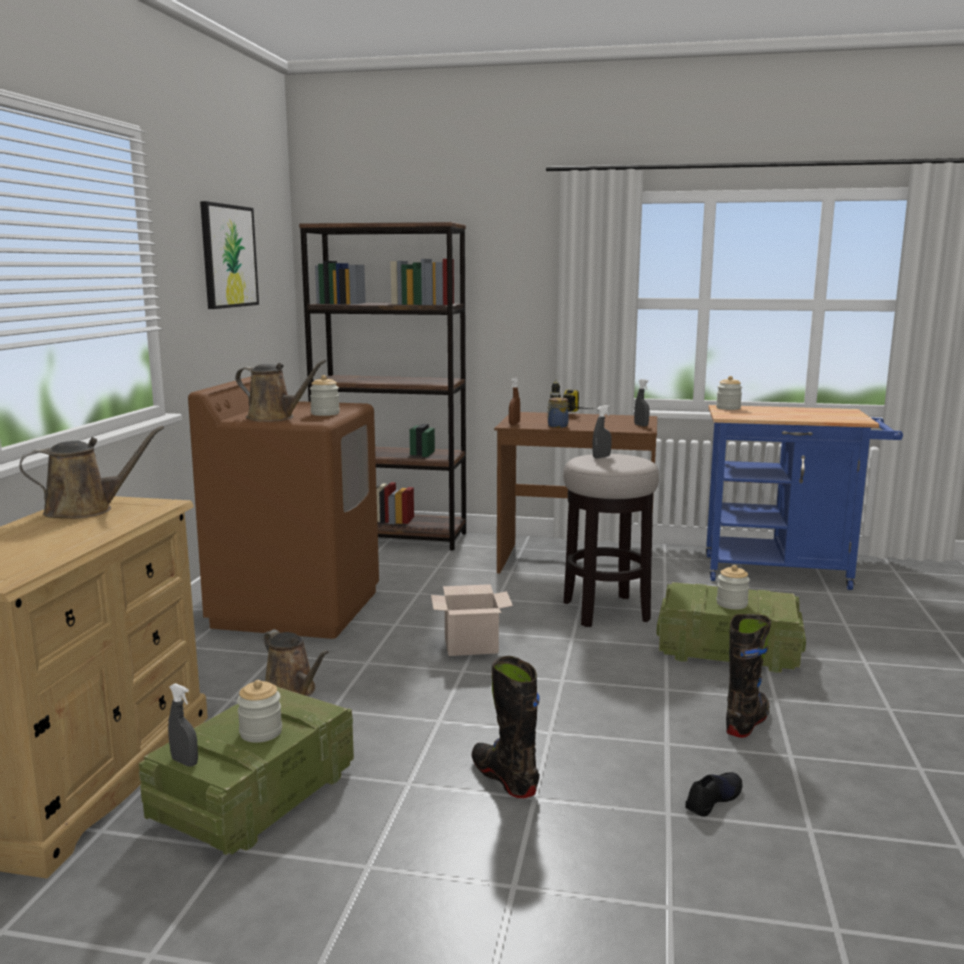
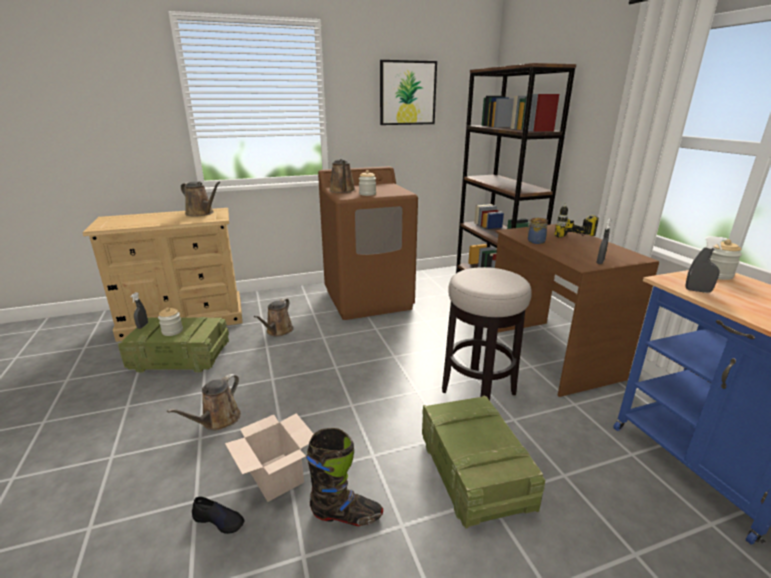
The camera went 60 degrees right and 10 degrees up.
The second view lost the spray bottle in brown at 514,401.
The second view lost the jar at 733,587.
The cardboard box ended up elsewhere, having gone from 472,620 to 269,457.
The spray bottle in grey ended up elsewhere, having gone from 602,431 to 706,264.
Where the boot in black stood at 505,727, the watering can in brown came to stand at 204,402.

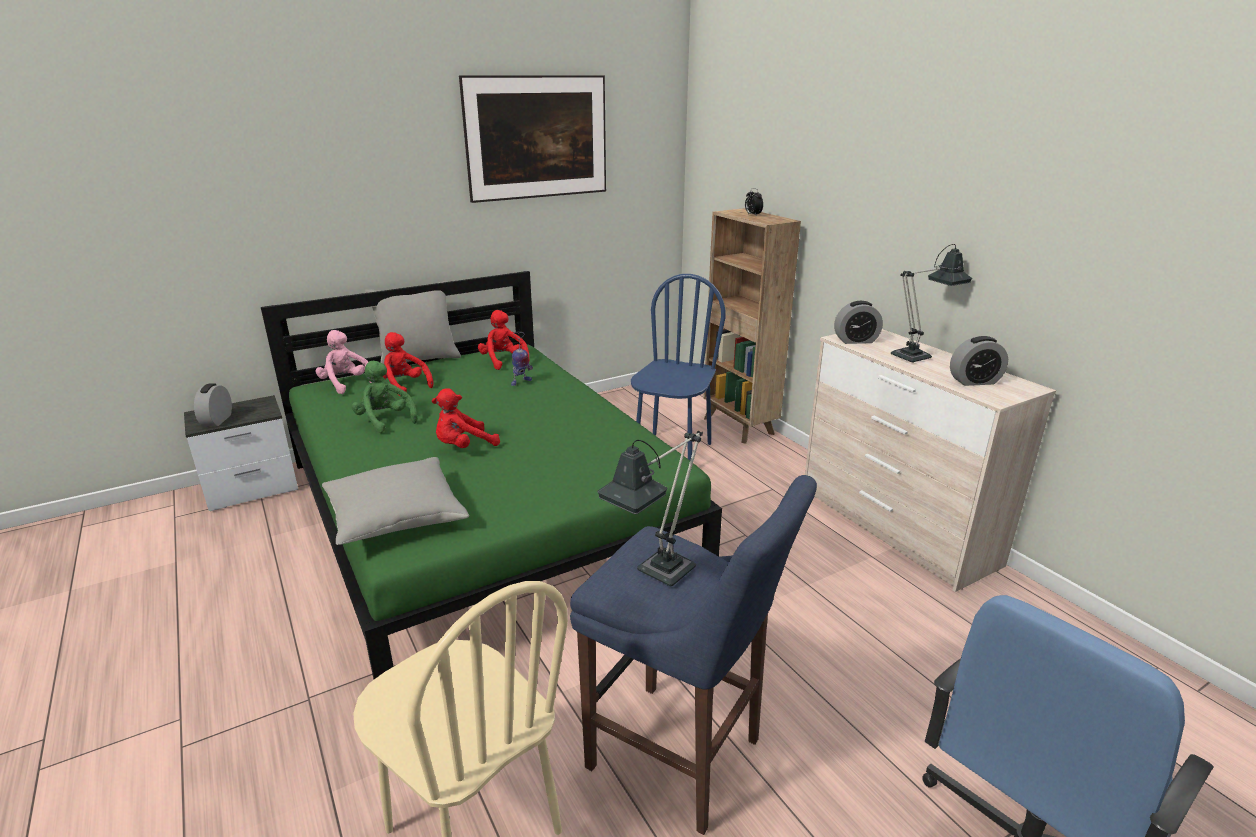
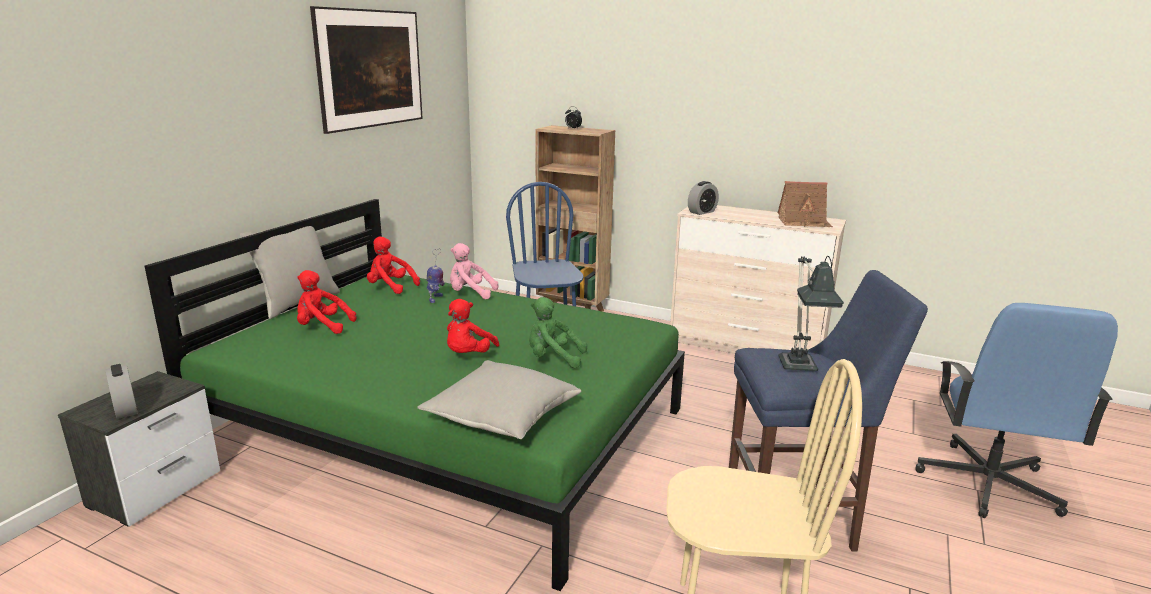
The camera went 35 degrees left and 5 degrees down.
The second view lost the table lamp at 931,303.
The plush toy in pink ended up elsewhere, having gone from 344,362 to 474,271.
The plush toy in green ended up elsewhere, having gone from 385,397 to 558,332.
Where the alarm clock stood at 979,361, the toy house came to stand at 805,204.

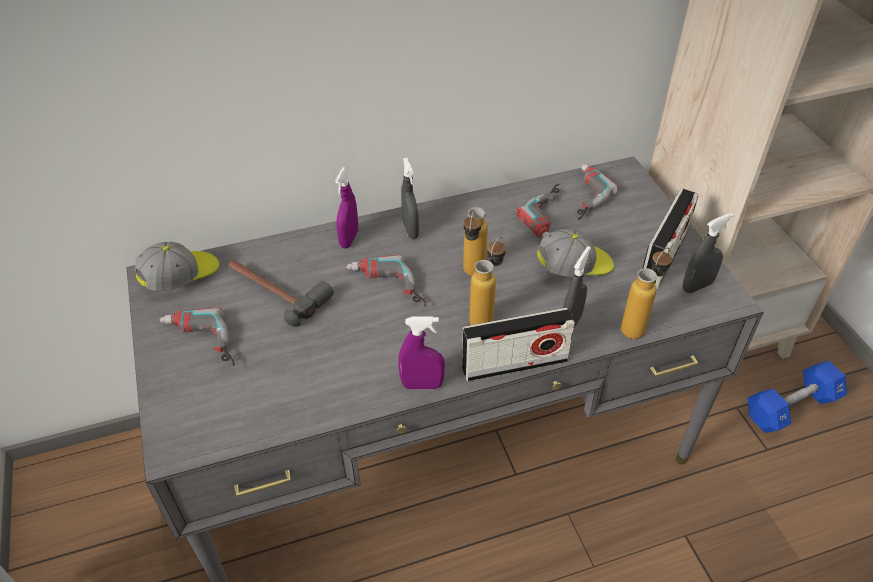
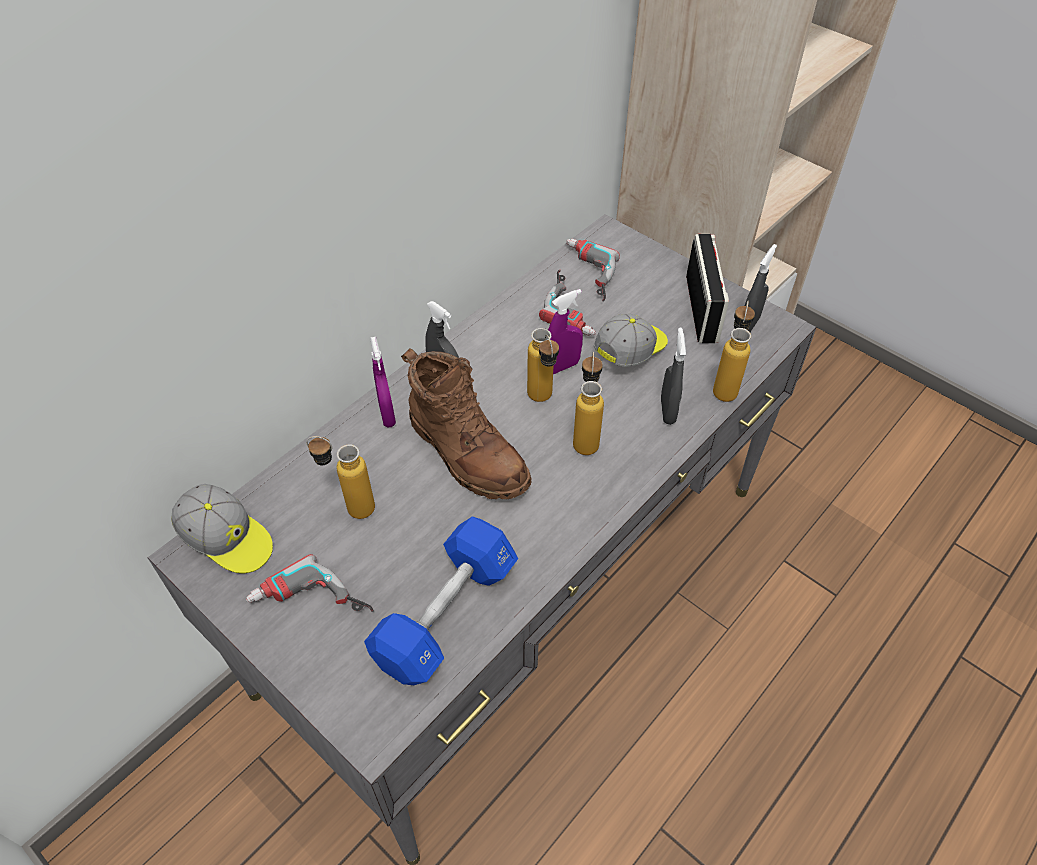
The camera went 30 degrees left and 5 degrees up.
The second view lost the radio at 518,344.
The spray bottle in purple ended up elsewhere, having gone from 422,352 to 565,331.
The dumbbell in blue ended up elsewhere, having gone from 797,397 to 441,601.
Where the hammer stood at 281,293, the bottle came to stand at 340,477.
Where the power drill stood at 386,281, the boot in brown came to stand at 466,423.
The cap at 177,266 ended up facing another way, 105 degrees clockwise from before.

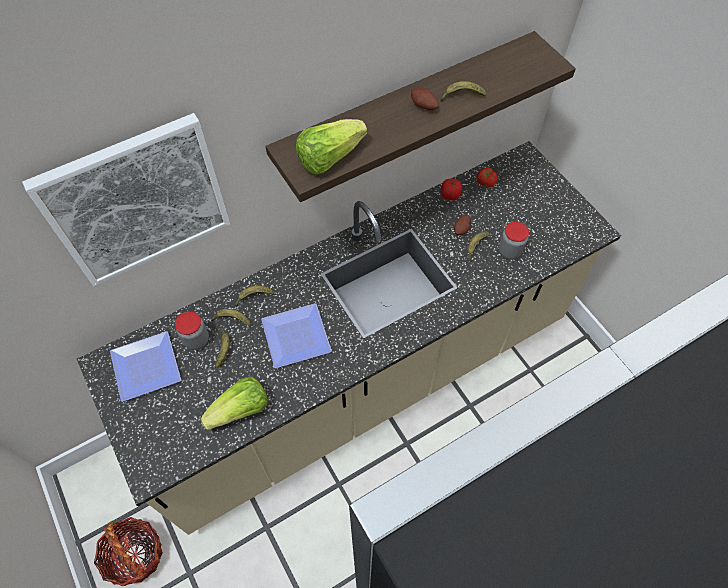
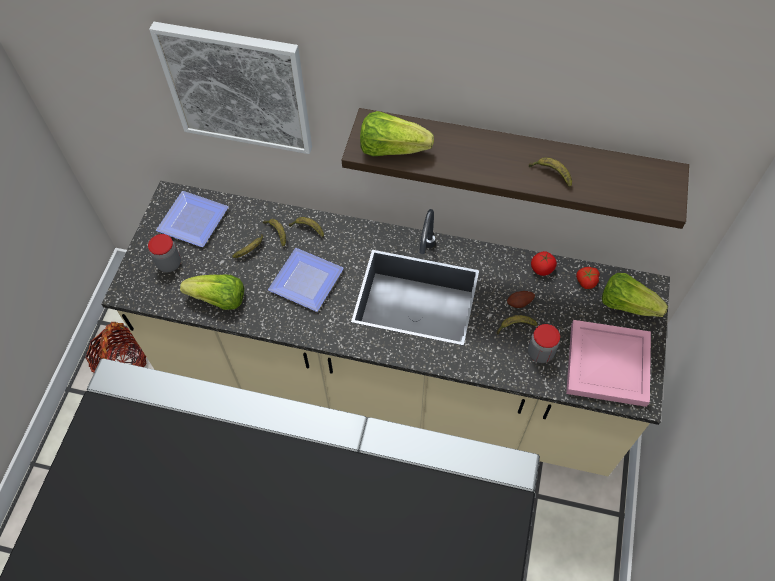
The camera went 45 degrees right and 0 degrees up.
The second view lost the potato at 425,99.
The second view gained the tray in pink at 608,363.
The second view gained the lettuce at 635,295.
The jar ended up elsewhere, having gone from 192,330 to 164,253.

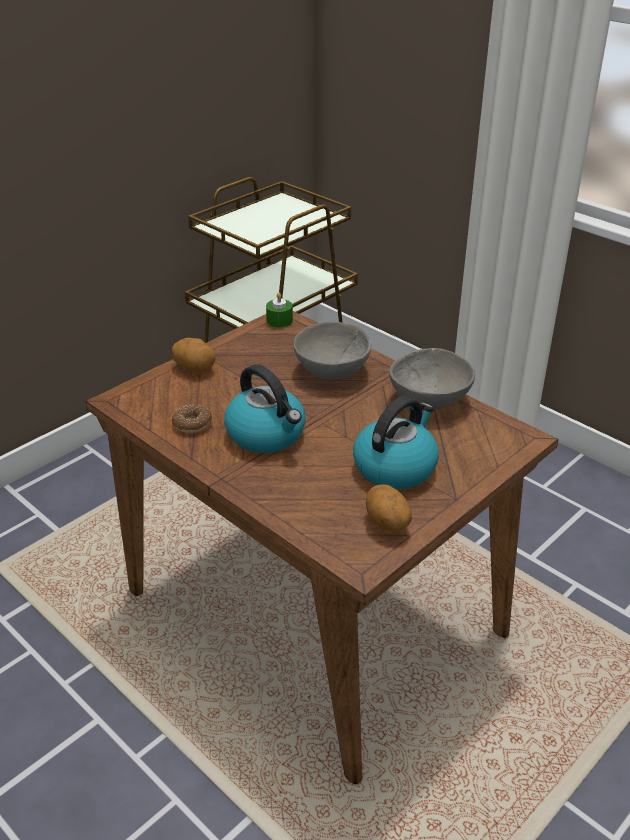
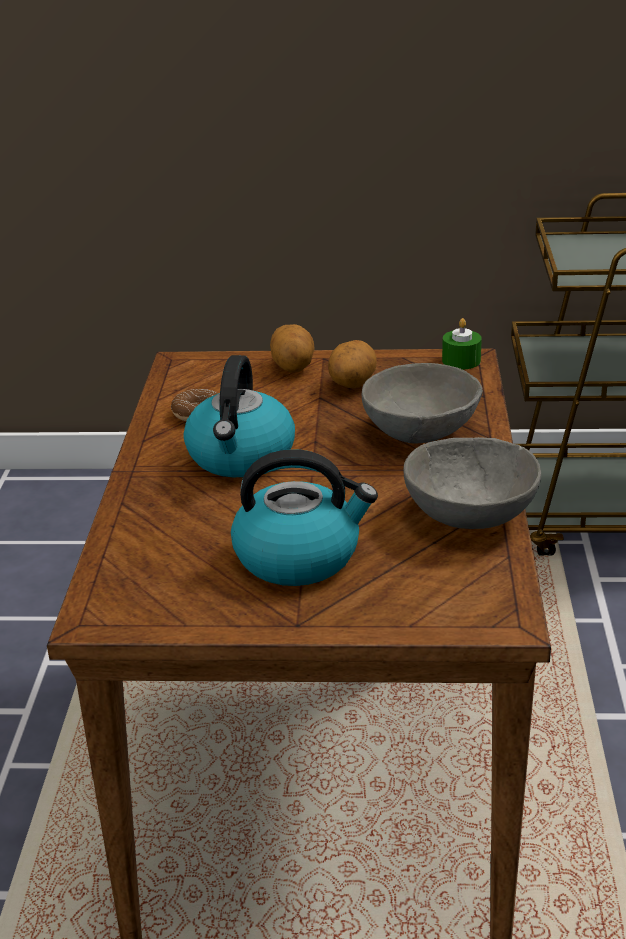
The camera went 50 degrees right and 5 degrees down.
The potato ended up elsewhere, having gone from 389,507 to 352,364.

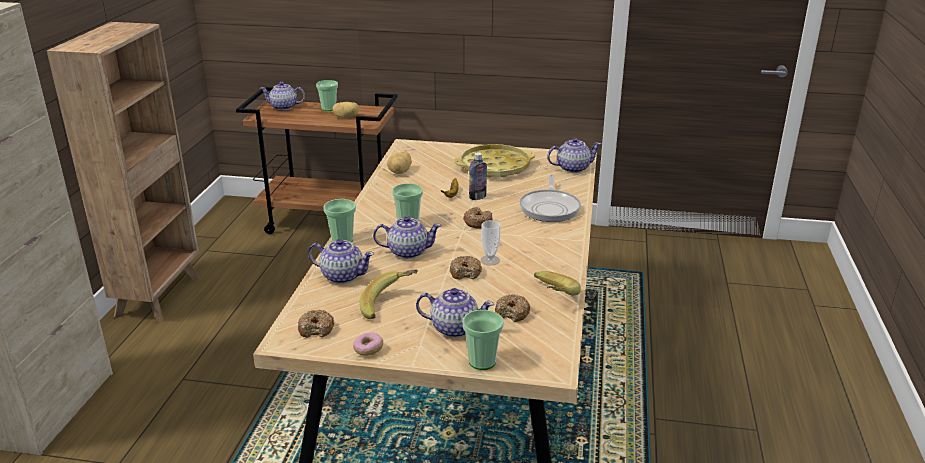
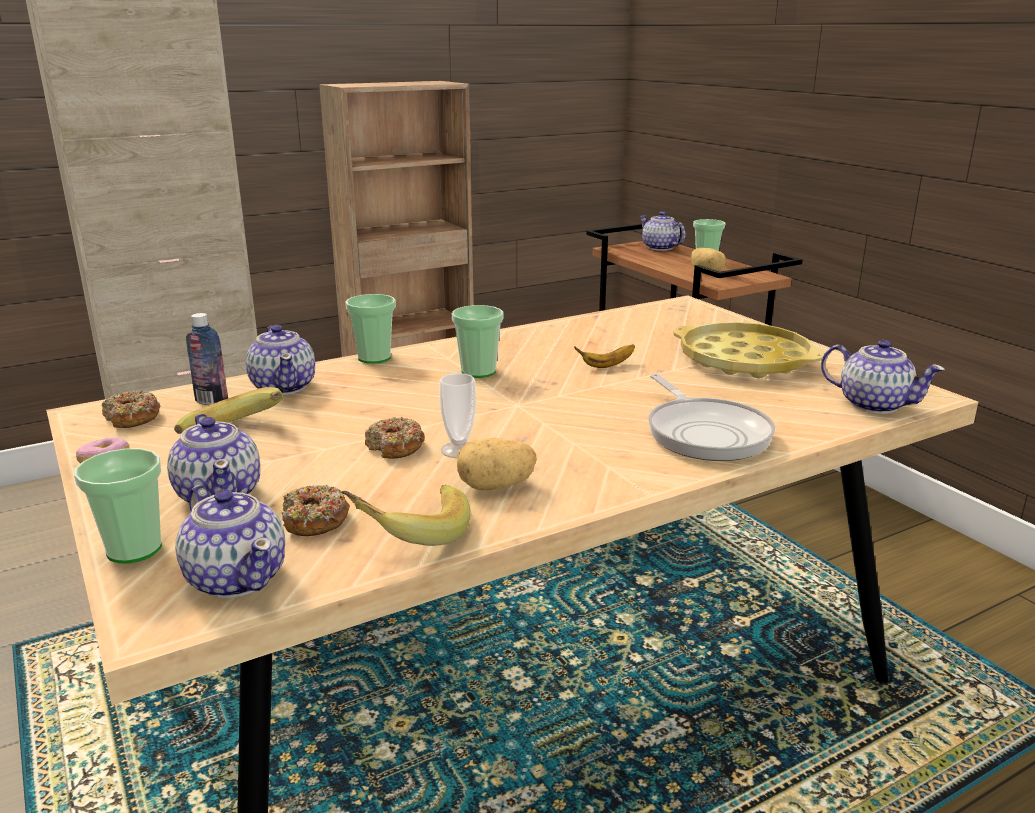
The camera went 50 degrees right and 5 degrees down.
The second view lost the donut at 478,218.
The teapot ended up elsewhere, having gone from 407,237 to 230,541.
The potato ended up elsewhere, having gone from 399,163 to 497,464.
The bottle ended up elsewhere, having gone from 478,176 to 207,359.
The frying pan at 550,198 ended up facing another way, 75 degrees counterclockwise from before.

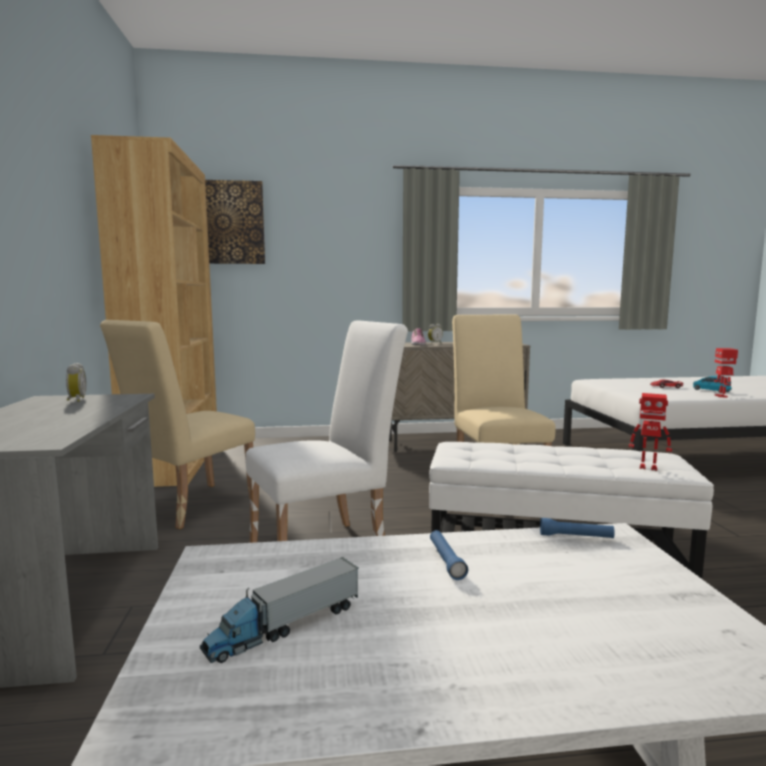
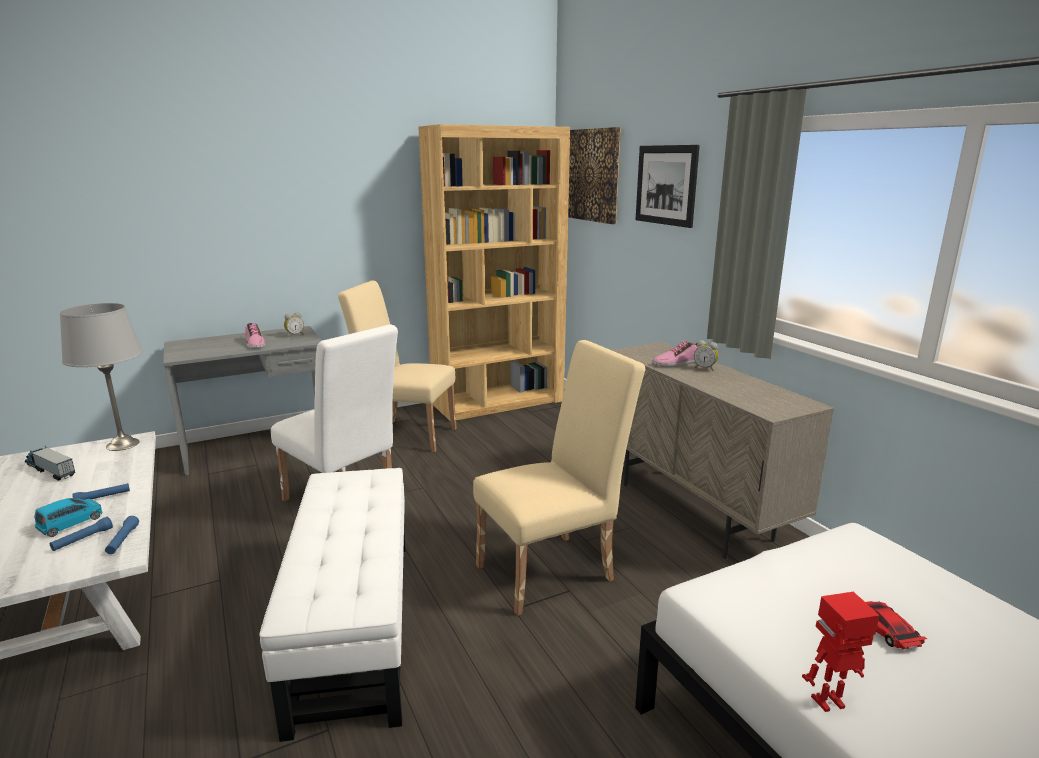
The camera went 70 degrees right and 10 degrees up.
The second view lost the toy robot at 650,432.
The second view gained the flashlight in blue at 81,534.
The second view gained the table lamp in grey at 101,377.
The second view gained the shoe at 255,335.
The second view gained the picture at 668,186.
The toy car in blue ended up elsewhere, having gone from 712,384 to 68,517.

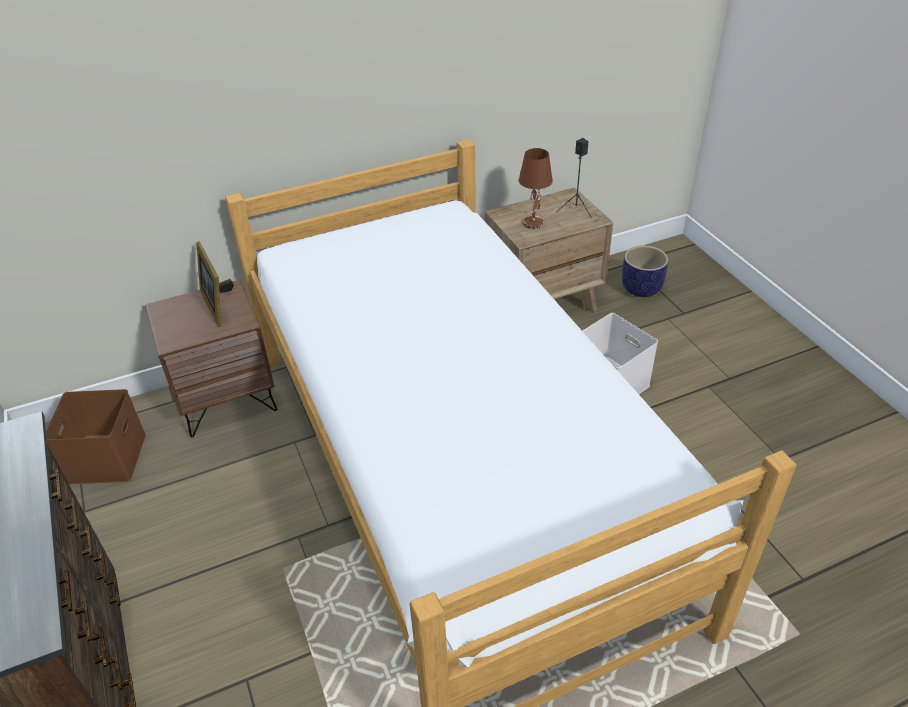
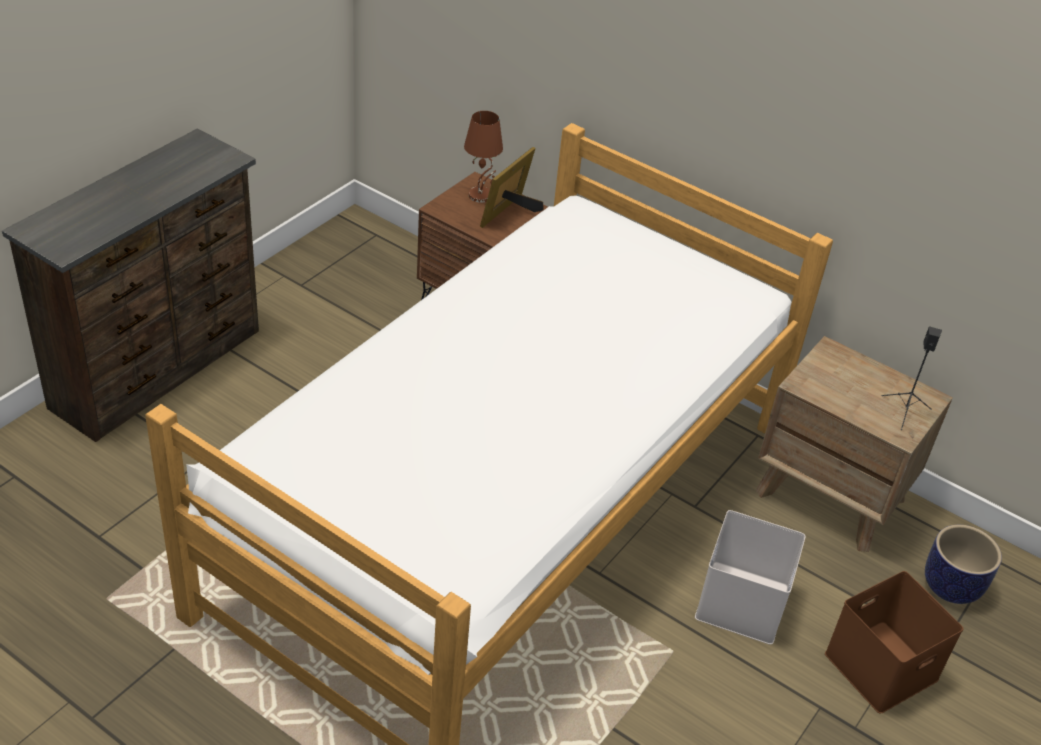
The camera went 55 degrees right and 0 degrees up.
The storage box in brown ended up elsewhere, having gone from 96,436 to 894,642.
The table lamp in brown ended up elsewhere, having gone from 536,188 to 483,157.

